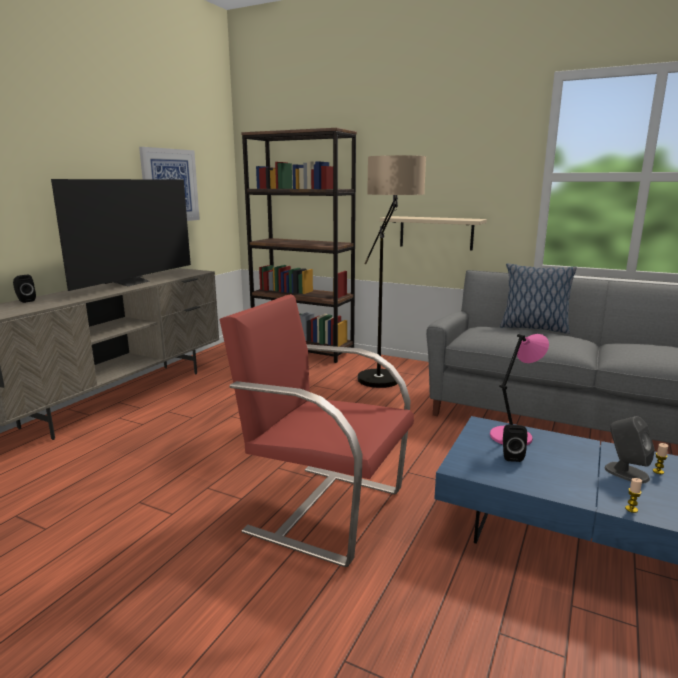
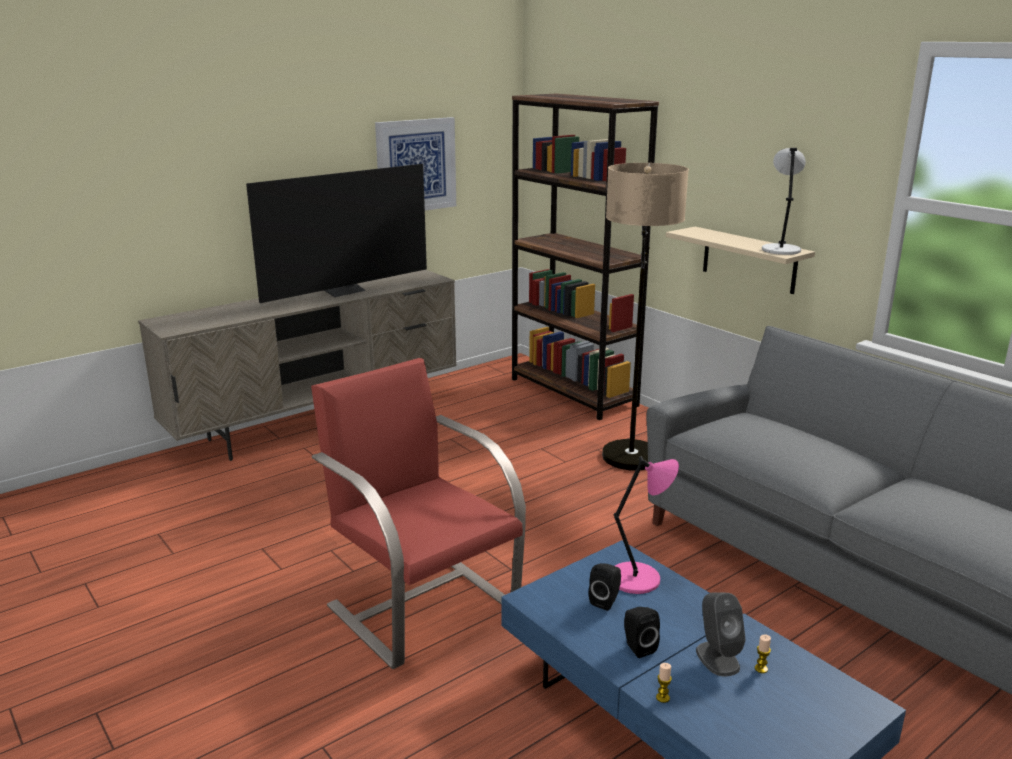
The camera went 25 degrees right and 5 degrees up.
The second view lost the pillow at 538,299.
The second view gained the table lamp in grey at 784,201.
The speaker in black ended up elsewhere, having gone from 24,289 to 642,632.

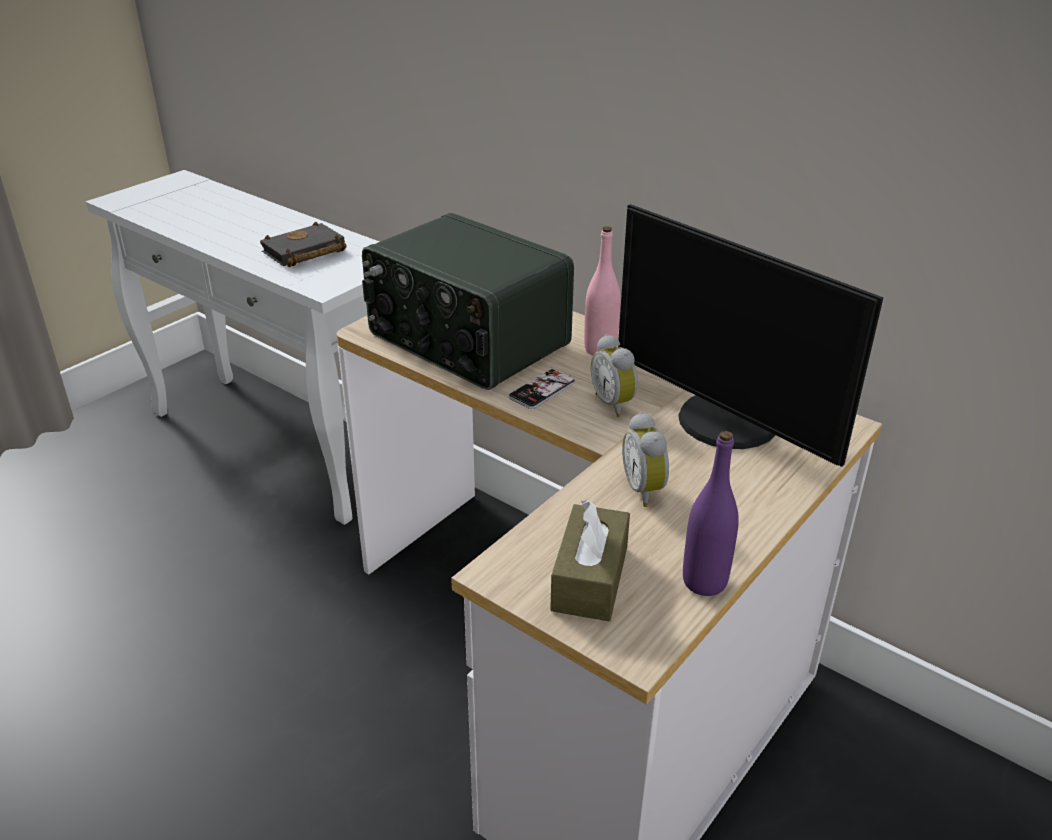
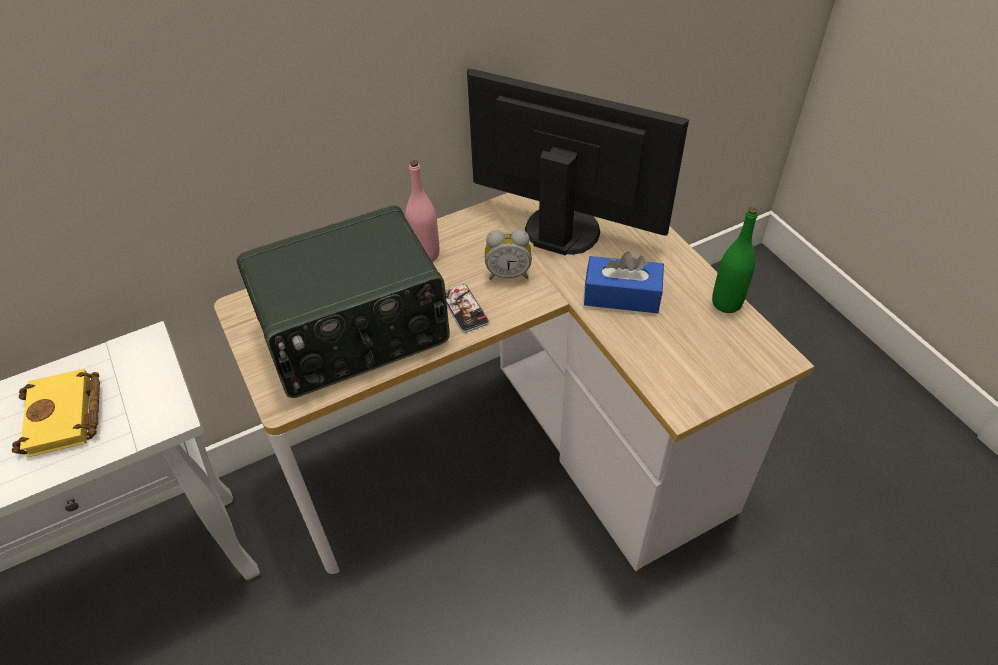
The camera went 65 degrees left and 15 degrees up.
The second view lost the tissue box in brown at 590,560.
Where the alarm clock stood at 645,459, the tissue box in blue came to stand at 624,282.
What was the book in black at 303,244 turned into the book in yellow at 56,413.
What was the bottle in purple at 711,513 turned into the bottle in green at 735,260.
The monitor at 750,335 ended up facing another way, 135 degrees counterclockwise from before.

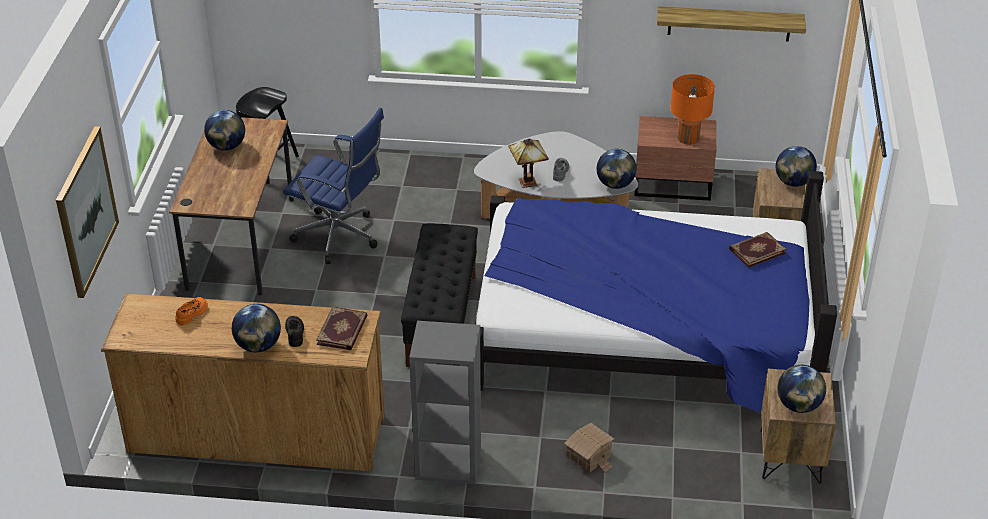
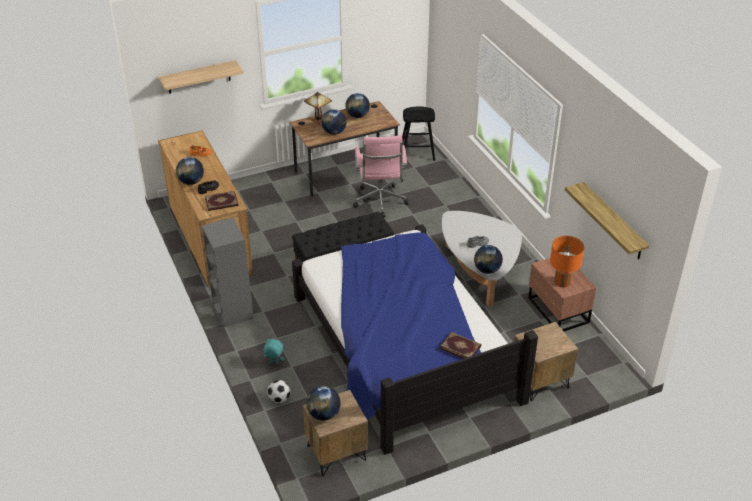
The camera went 60 degrees right and 0 degrees up.
The second view gained the football at 278,391.
The table lamp ended up elsewhere, having gone from 528,163 to 318,108.
The globe ended up elsewhere, having gone from 796,166 to 334,122.
Where the picture hung at 87,212, the shelf came to hang at 201,77.
Where the toy house stood at 589,448, the plush toy in turquoise came to stand at 274,351.
What was the office chair in blue at 333,186 turned into the office chair in pink at 381,176.

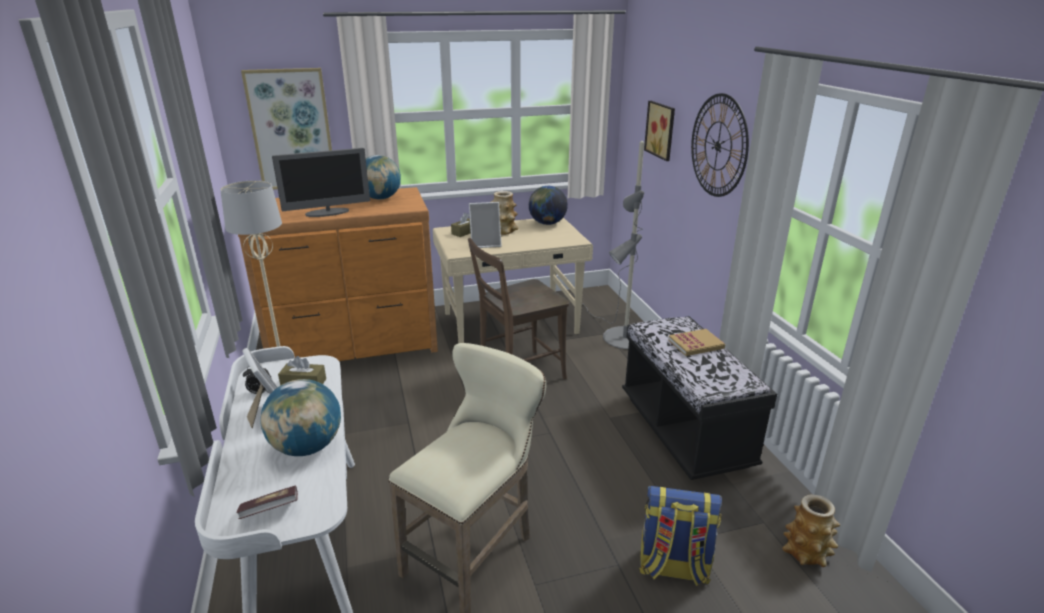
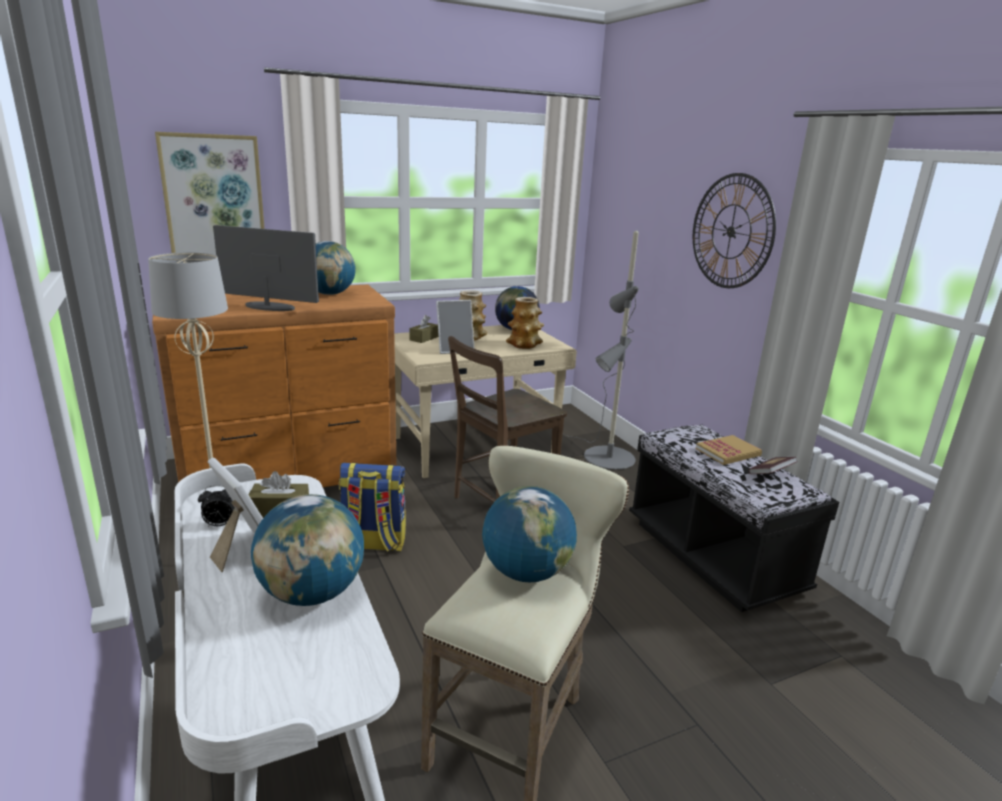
The camera went 10 degrees left and 5 degrees down.
The second view lost the picture at 659,131.
The second view gained the globe at 529,534.
The book ended up elsewhere, having gone from 267,502 to 773,465.
The backpack ended up elsewhere, having gone from 680,536 to 372,507.
The vase ended up elsewhere, having gone from 811,530 to 525,323.
The monitor at 321,182 ended up facing another way, 135 degrees counterclockwise from before.

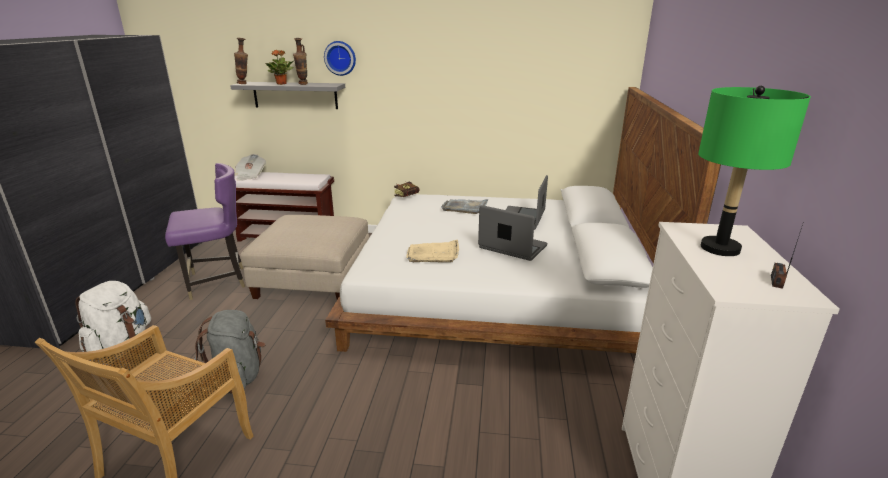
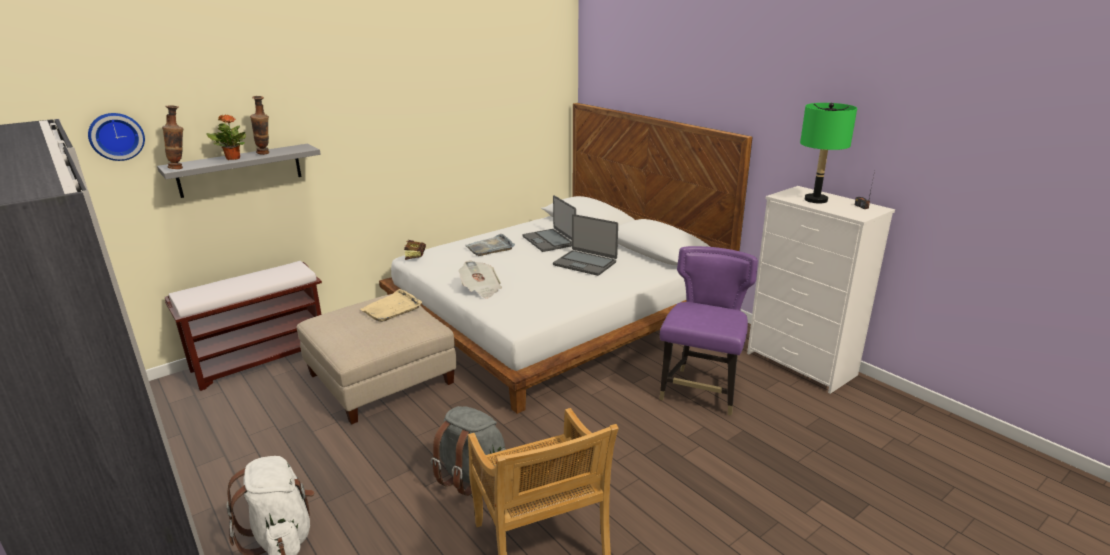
The camera went 45 degrees left and 0 degrees up.
The chair in purple ended up elsewhere, having gone from 205,231 to 708,331.
The newspaper ended up elsewhere, having gone from 250,167 to 480,279.
The wall clock ended up elsewhere, having gone from 340,58 to 116,137.
The tray in beige ended up elsewhere, having gone from 432,251 to 391,305.
The laptop at 512,233 ended up facing another way, 135 degrees counterclockwise from before.

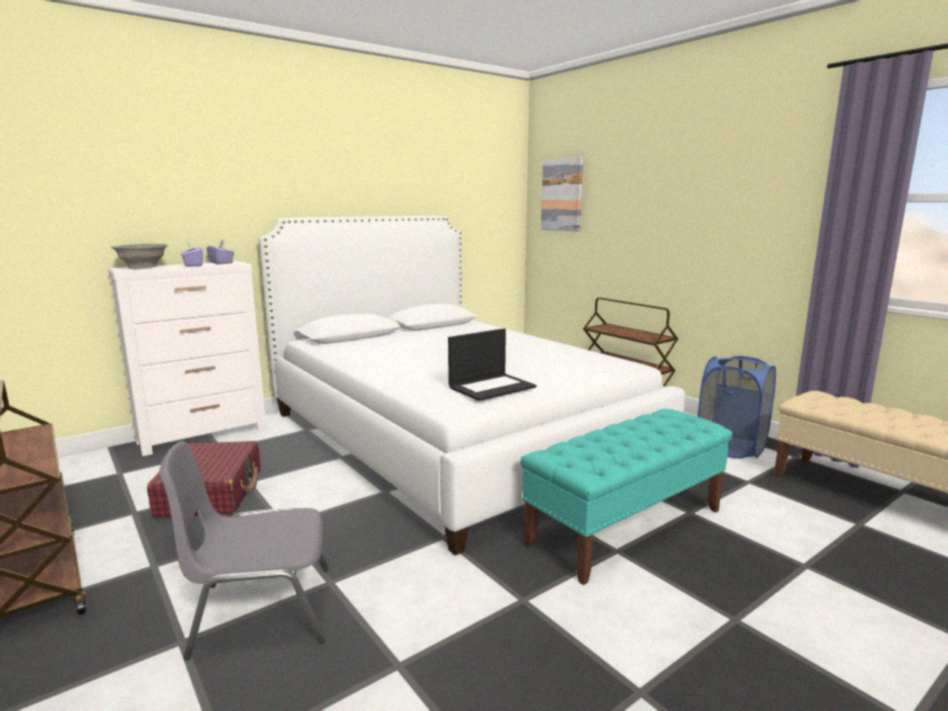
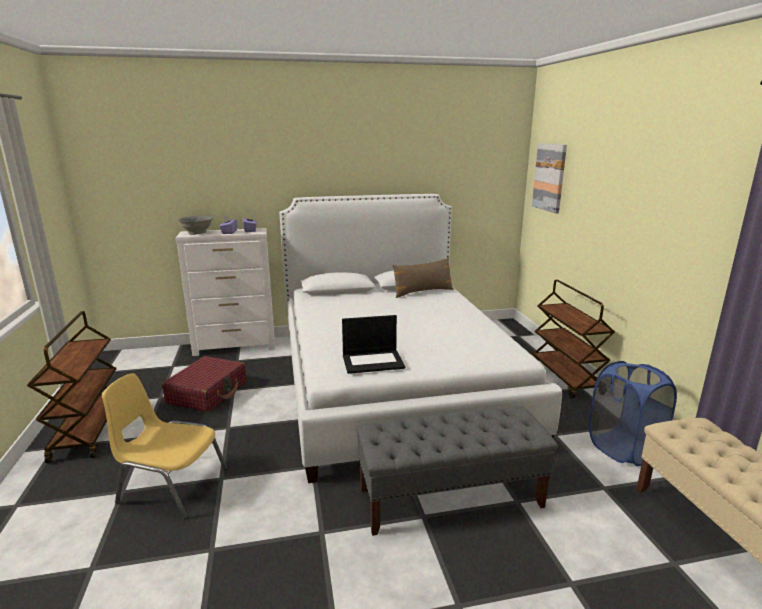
The camera went 25 degrees right and 5 degrees up.
The second view gained the pillow in brown at 423,278.
What was the chair in grey at 244,550 turned into the chair in yellow at 164,446.
What was the bench in turquoise at 626,497 turned into the bench in grey at 457,471.

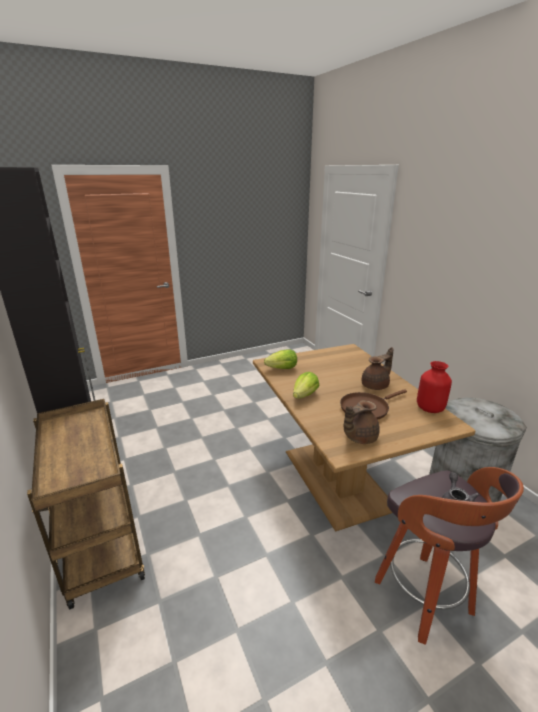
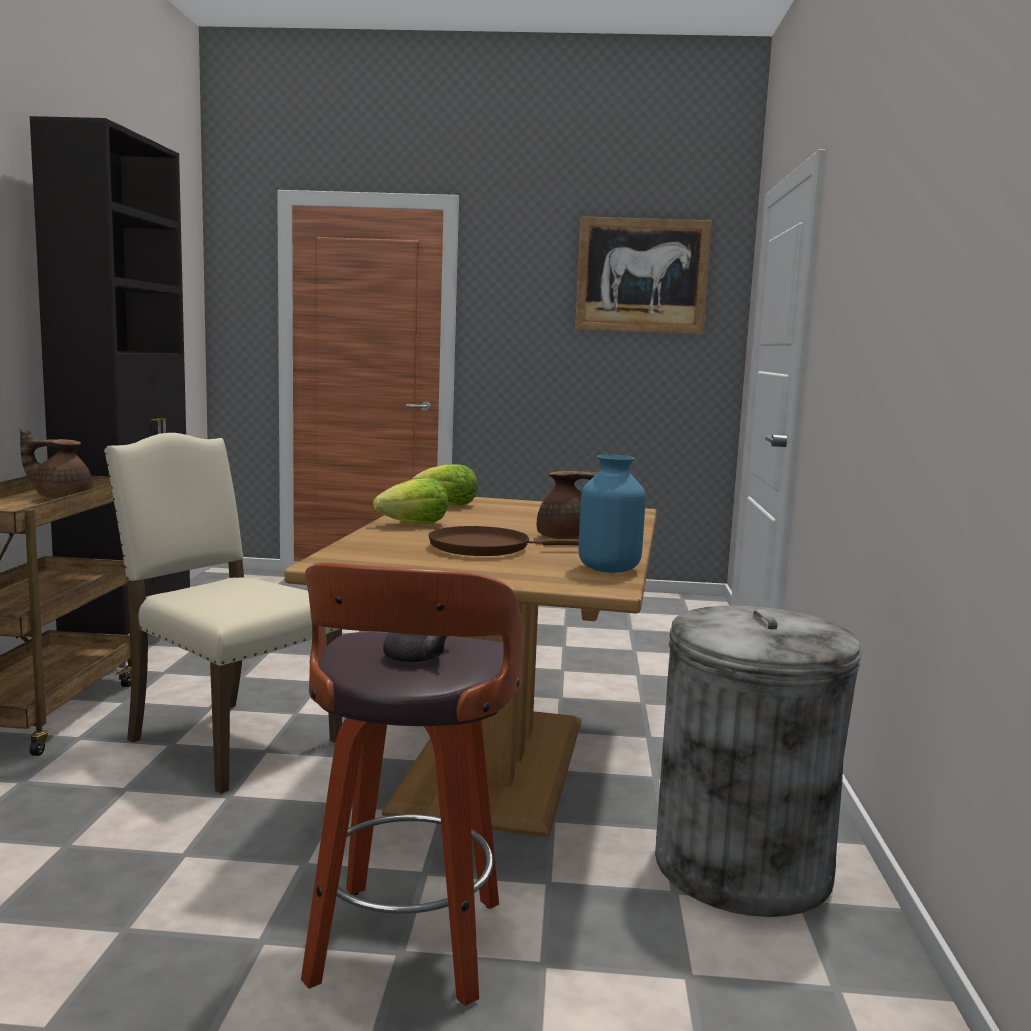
The camera went 30 degrees right and 15 degrees down.
The second view gained the chair in beige at 223,613.
The second view gained the picture at 643,275.
The teapot in brown ended up elsewhere, having gone from 362,422 to 56,463.
What was the vase in red at 434,387 turned into the vase in blue at 612,514.

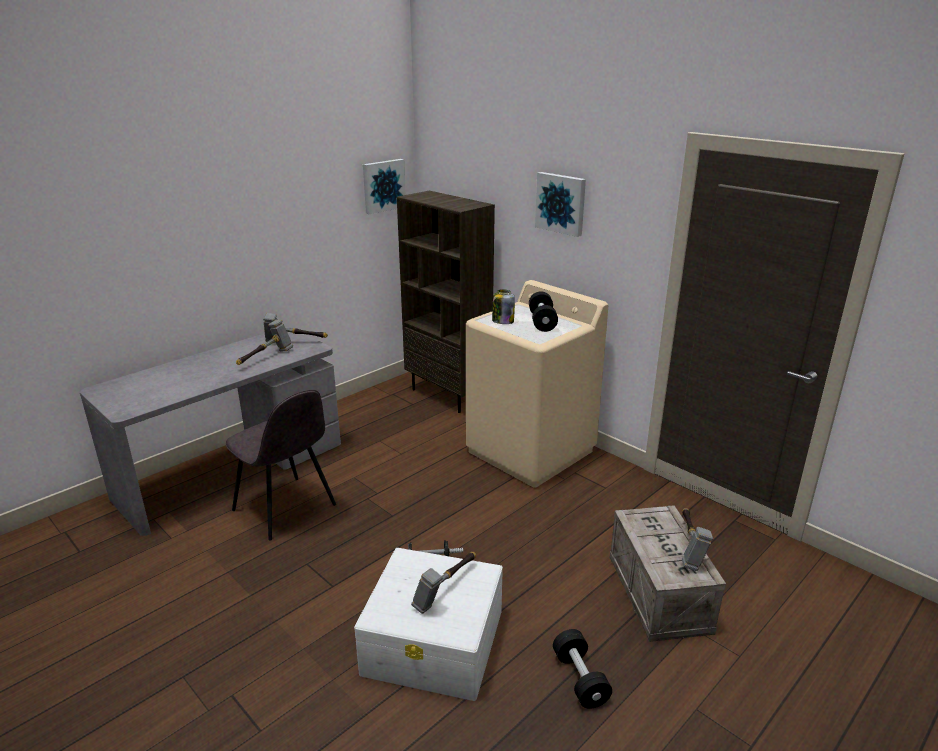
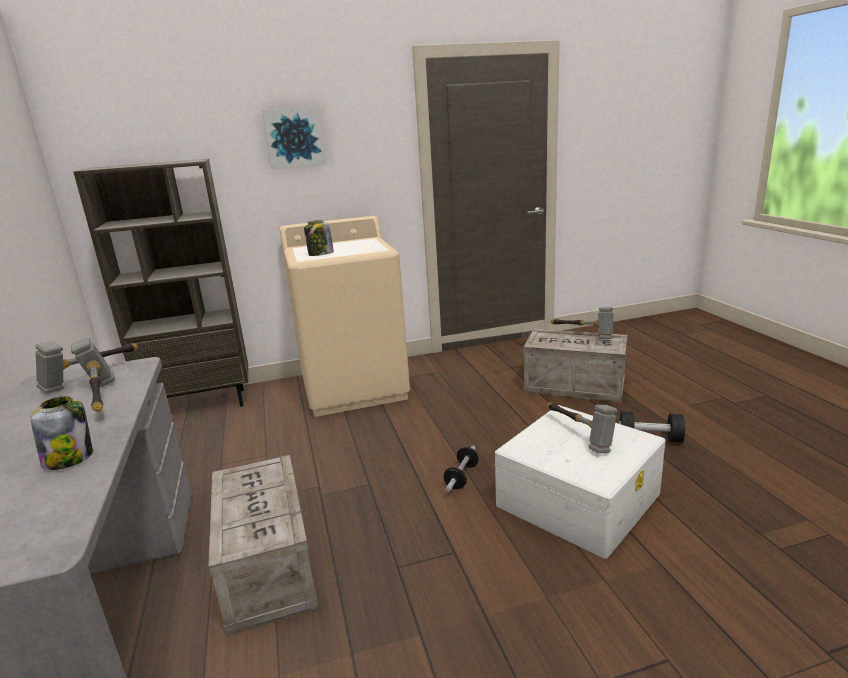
The camera went 60 degrees left and 5 degrees down.
The second view lost the picture at 384,186.
The second view lost the dumbbell in black at 543,311.
The second view gained the jar at 62,433.
Where the chair in grey stood at 281,465, the crate came to stand at 263,545.

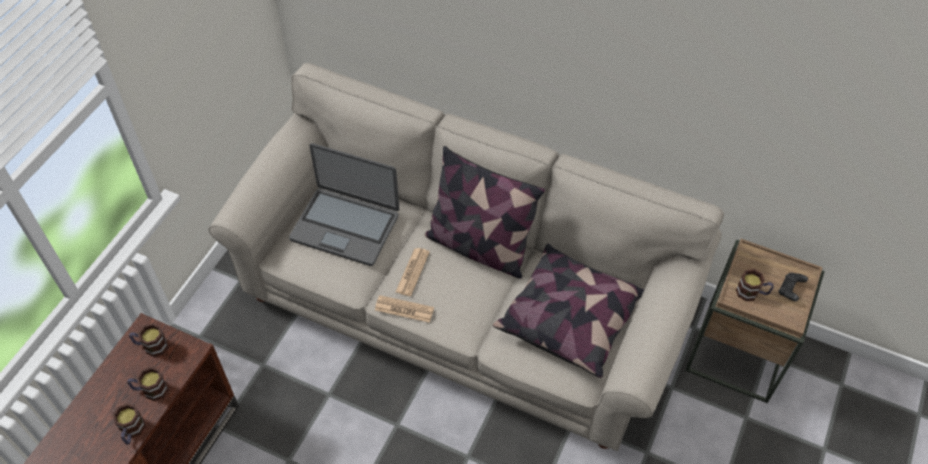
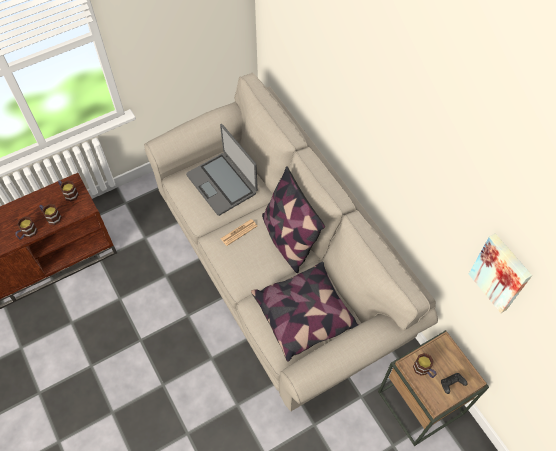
The camera went 35 degrees right and 5 degrees up.
The second view lost the newspaper at 404,309.
The second view gained the picture at 500,273.

